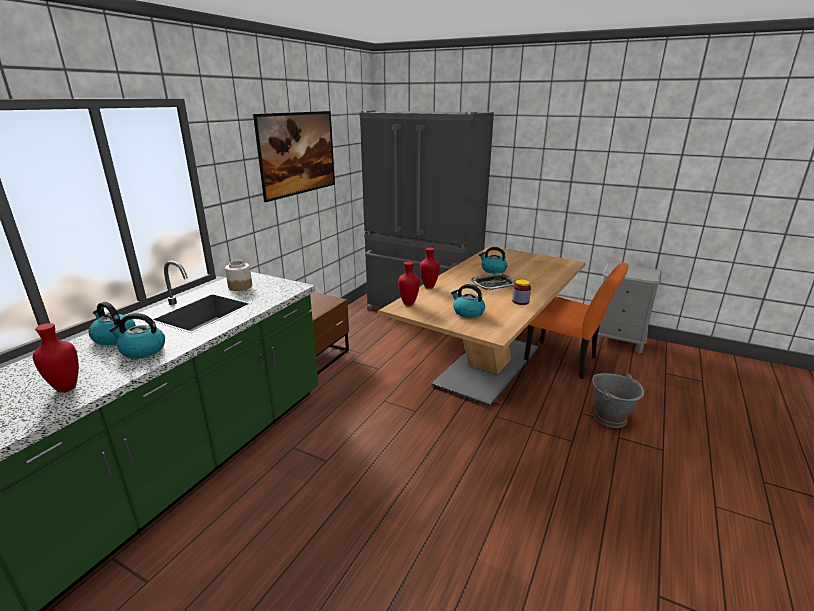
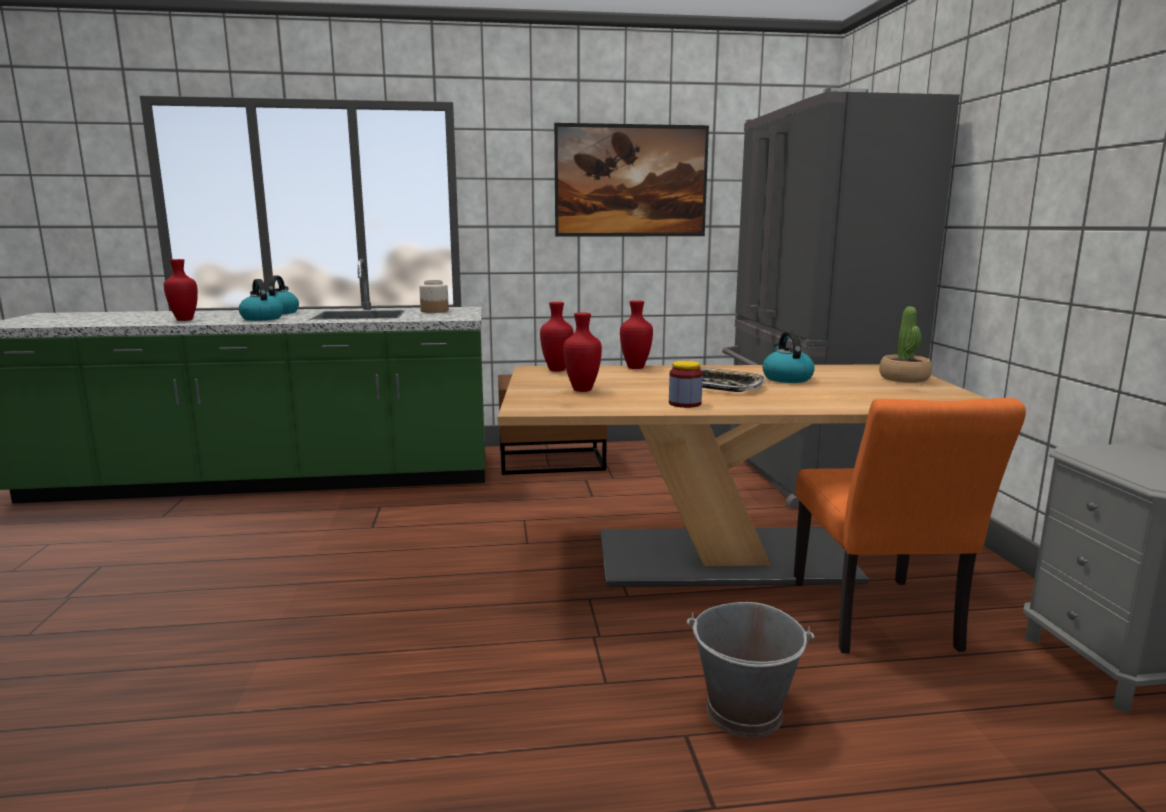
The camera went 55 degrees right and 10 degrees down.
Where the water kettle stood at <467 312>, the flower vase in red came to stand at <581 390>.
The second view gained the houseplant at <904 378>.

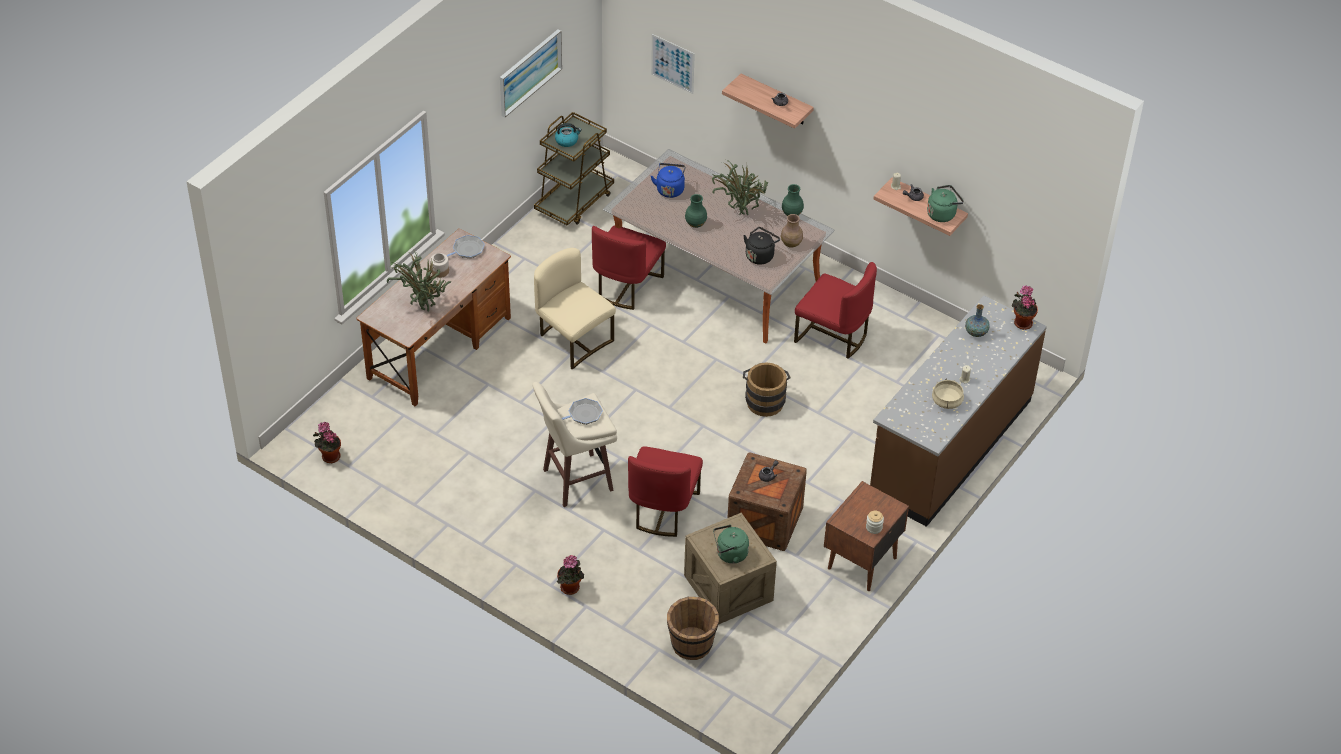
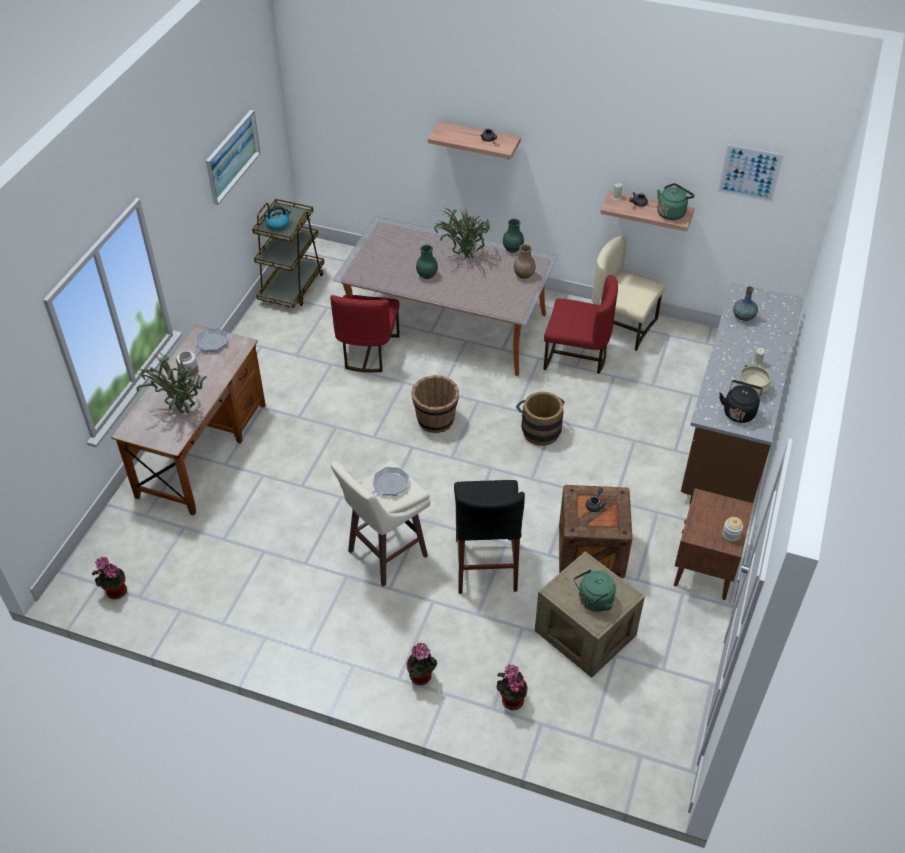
The camera went 15 degrees left and 0 degrees up.
The plain chair in beige ended up elsewhere, having gone from <573 340> to <622 326>.
Where the plain chair in red stood at <663 510>, the stool seat in black came to stand at <485 564>.
The wall picture ended up elsewhere, having gone from <672 63> to <750 173>.
The second view lost the water kettle in bluish at <670 189>.
The water bucket in brownish ended up elsewhere, having gone from <691 644> to <435 420>.
The water kettle in black ended up elsewhere, having gone from <760 255> to <739 411>.
The houseplant ended up elsewhere, having gone from <1022 322> to <511 699>.

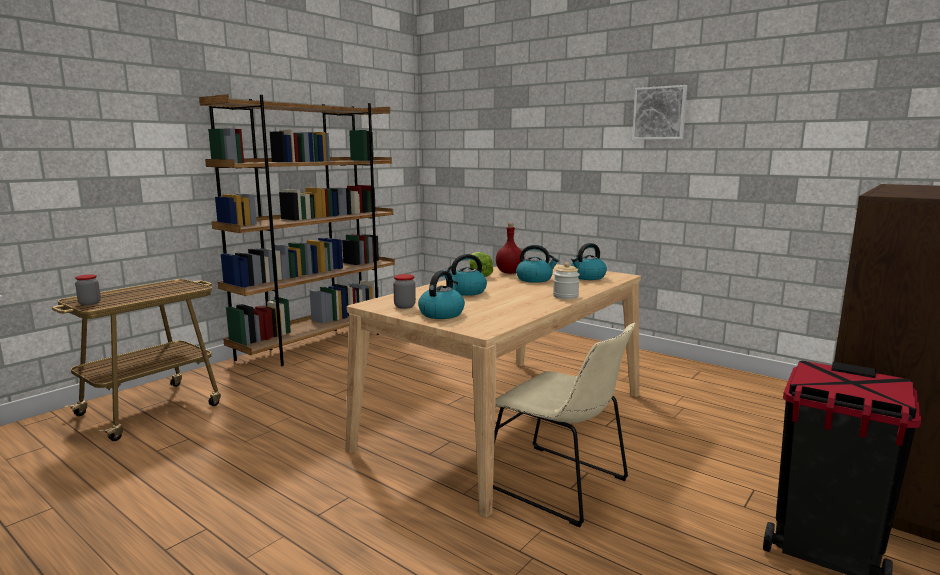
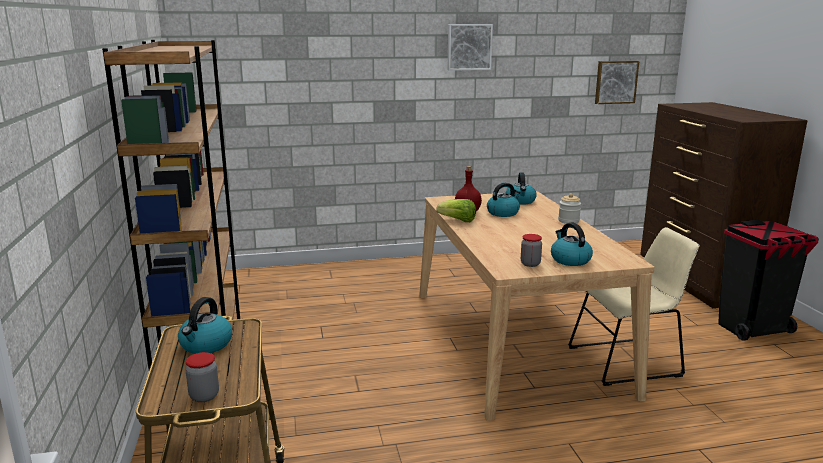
The camera went 50 degrees left and 5 degrees up.
The water kettle ended up elsewhere, having gone from <466 292> to <206 345>.
The second view gained the wall picture at <615 82>.

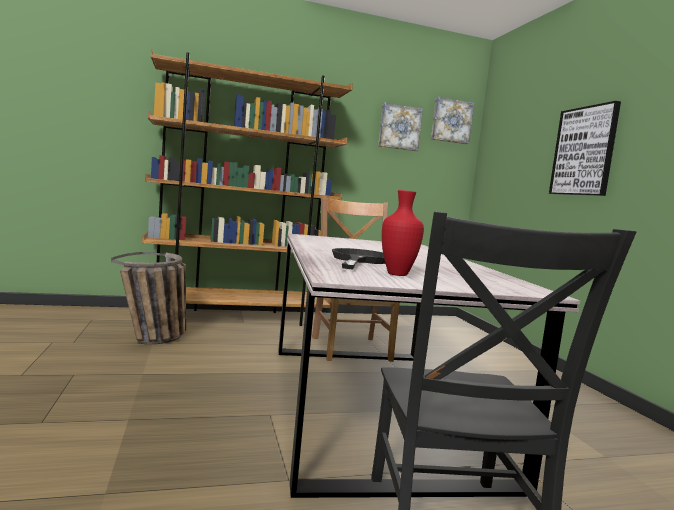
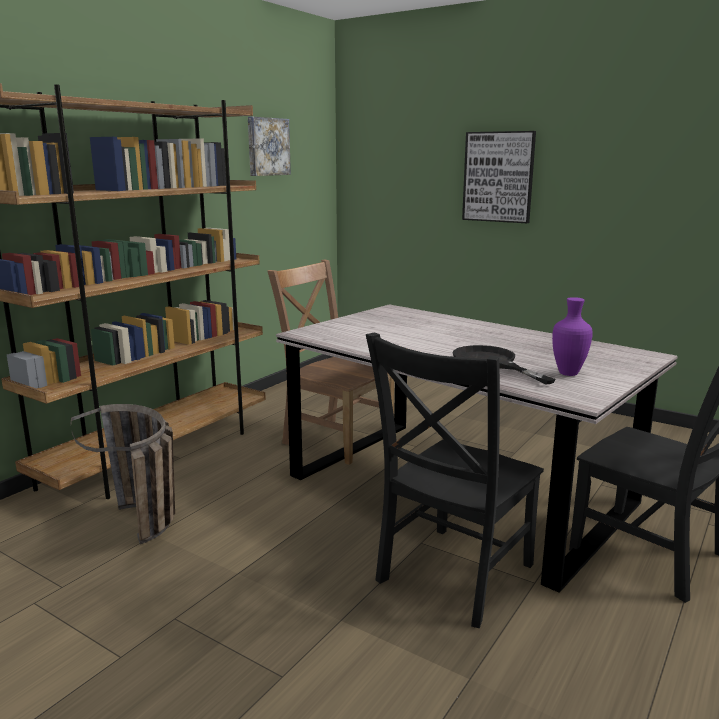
The camera went 40 degrees left and 10 degrees up.
What was the flower vase in red at <398 274> turned into the flower vase in purple-coloured at <568 373>.
The second view lost the wall picture at <451 121>.
The second view gained the plain chair in black at <452 576>.

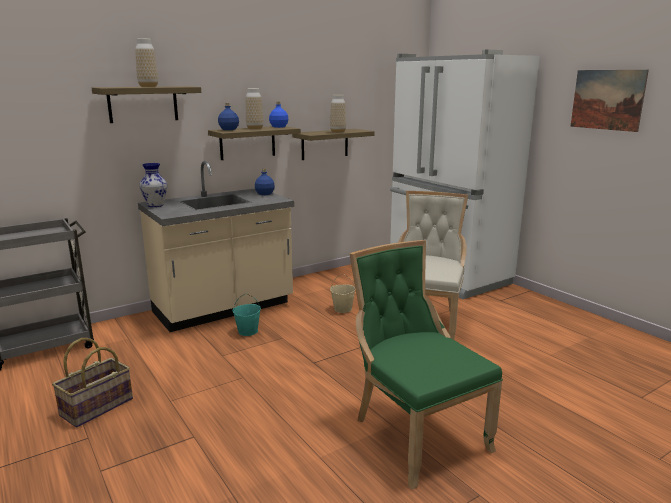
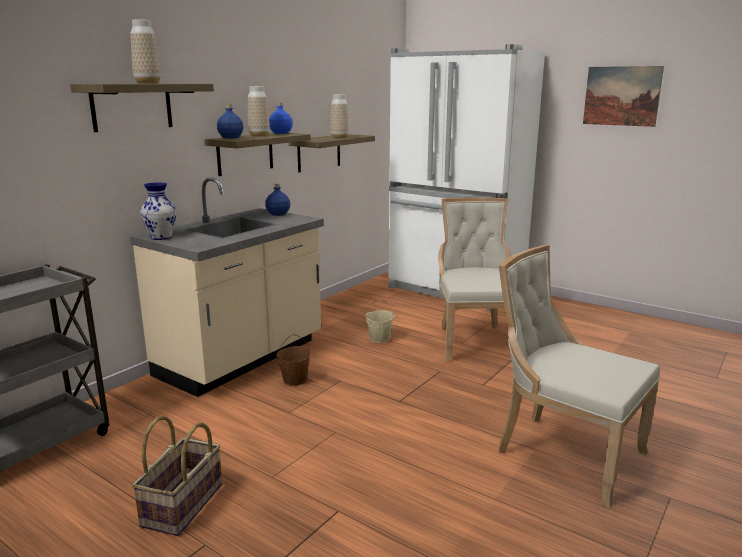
The camera went 20 degrees left and 0 degrees up.
What was the water bucket in turquoise-coloured at <248 331> turned into the water bucket in brownish at <294 380>.
What was the plain chair in greenish at <415 434> turned into the plain chair in beige at <564 453>.

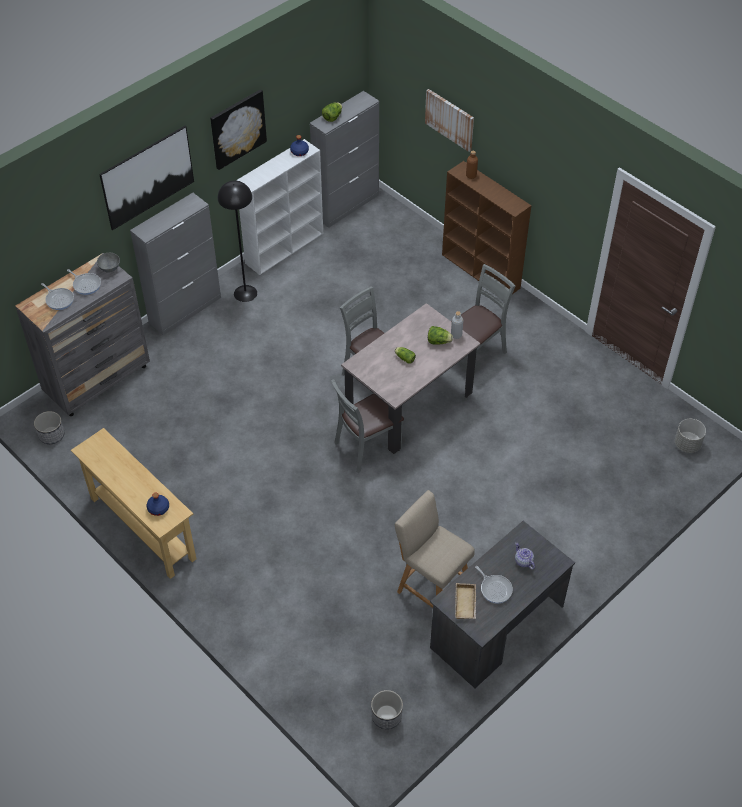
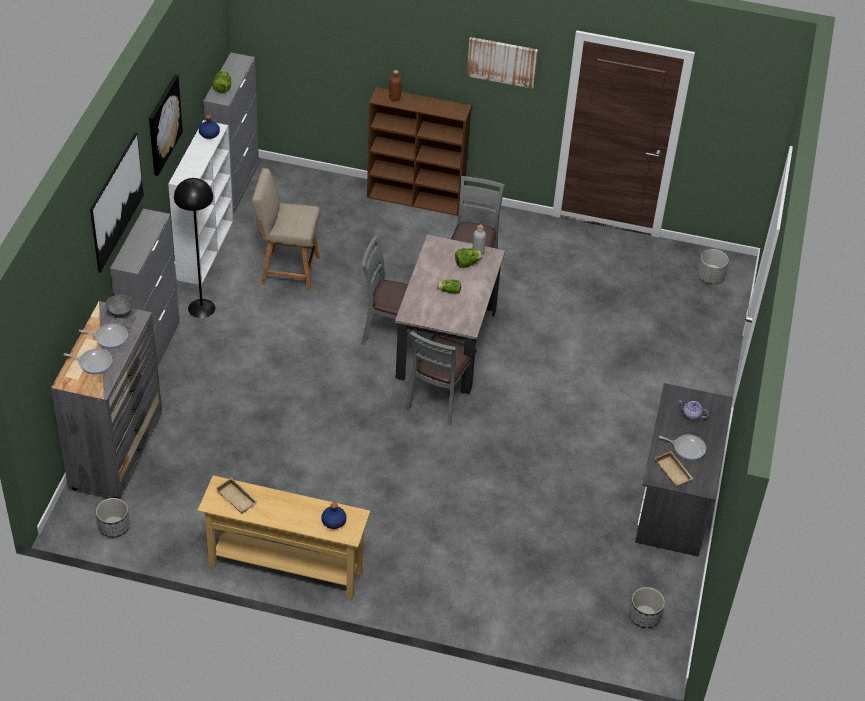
The camera went 35 degrees left and 5 degrees down.
The plain chair in beige ended up elsewhere, having gone from <431 587> to <287 270>.
The wall picture ended up elsewhere, having gone from <450 119> to <502 61>.
The second view gained the carrying tray in beige at <238 498>.

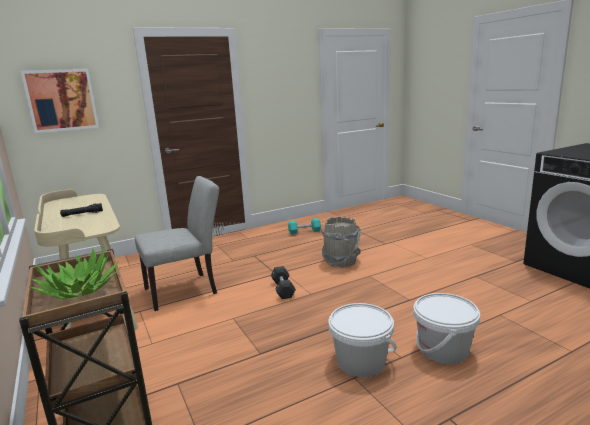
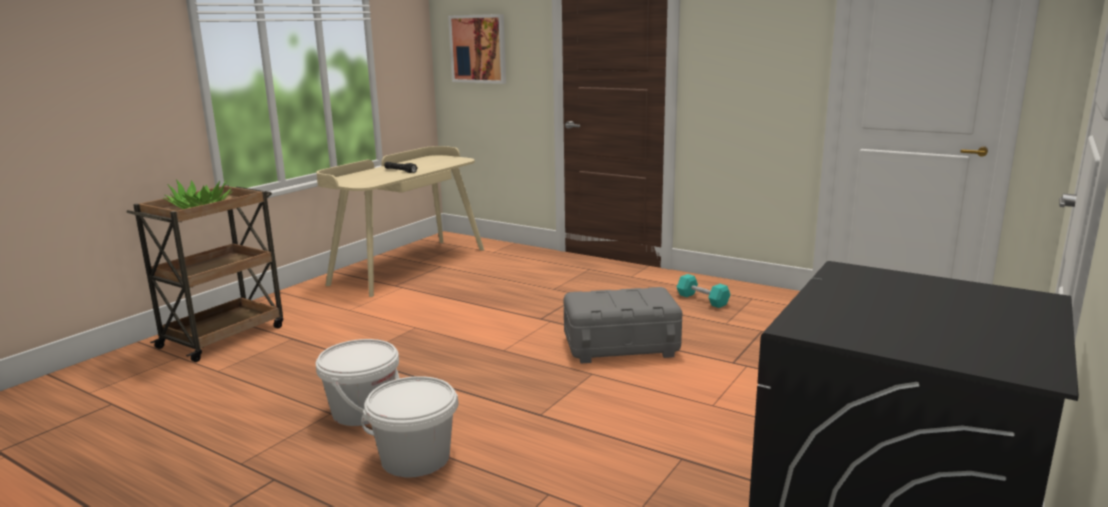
The camera went 60 degrees right and 0 degrees up.
The second view lost the plain chair in grey at <187 289>.
The second view lost the dumbbell in black at <283 289>.
Where the water bucket in grey stood at <341 261>, the storage bin in grey came to stand at <620 346>.

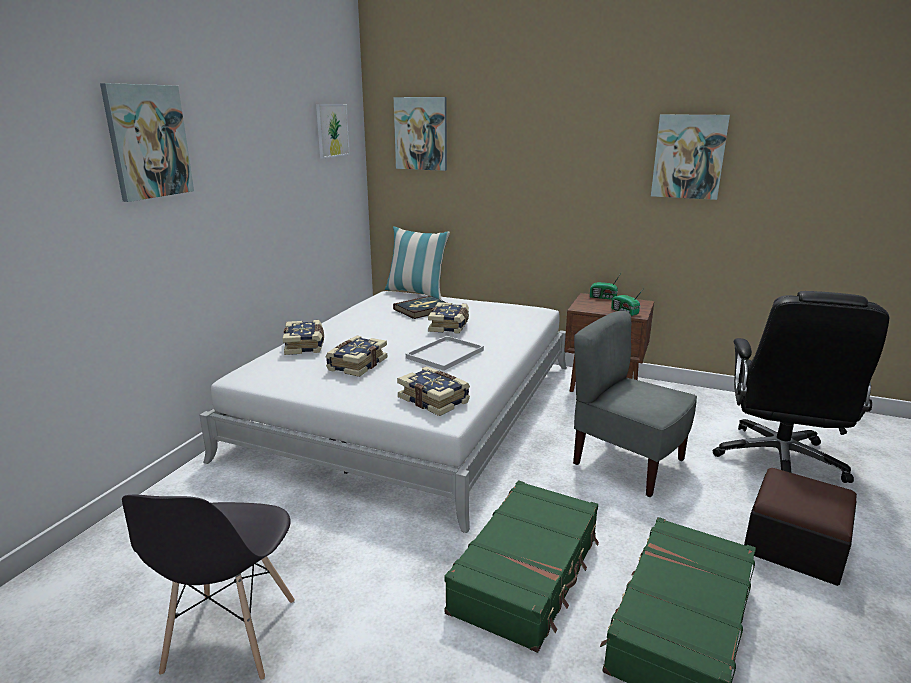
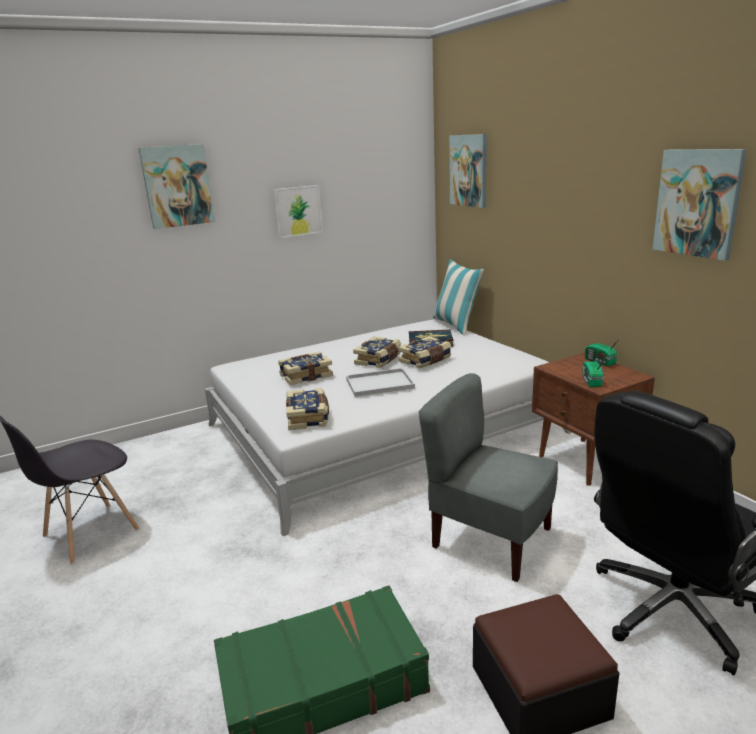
The camera went 40 degrees right and 0 degrees up.
The volume ended up elsewhere, having gone from <305 345> to <379 360>.
The wall picture ended up elsewhere, having gone from <332 130> to <298 211>.
The second view lost the travel case in greenish at <527 574>.
The plain chair in grey at <627 463> ended up facing another way, 45 degrees counterclockwise from before.

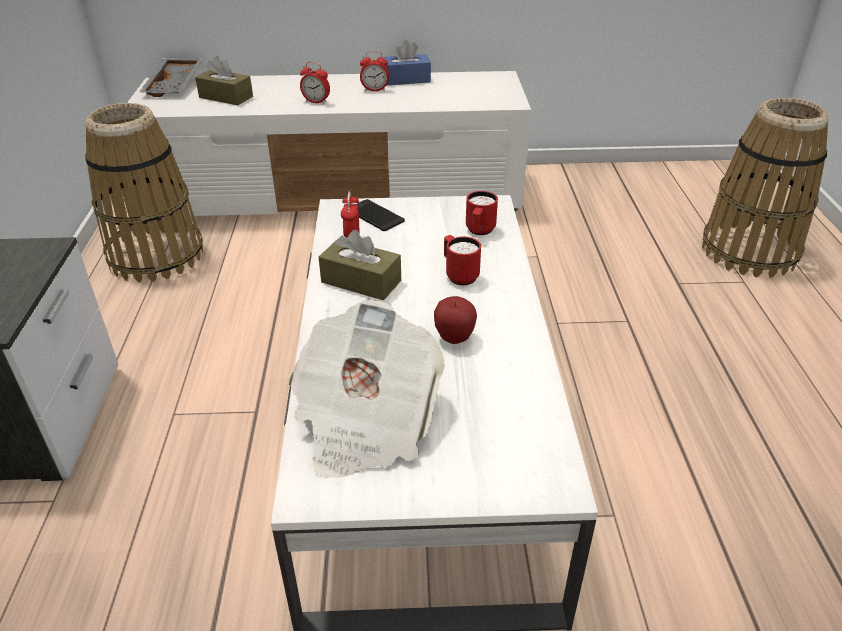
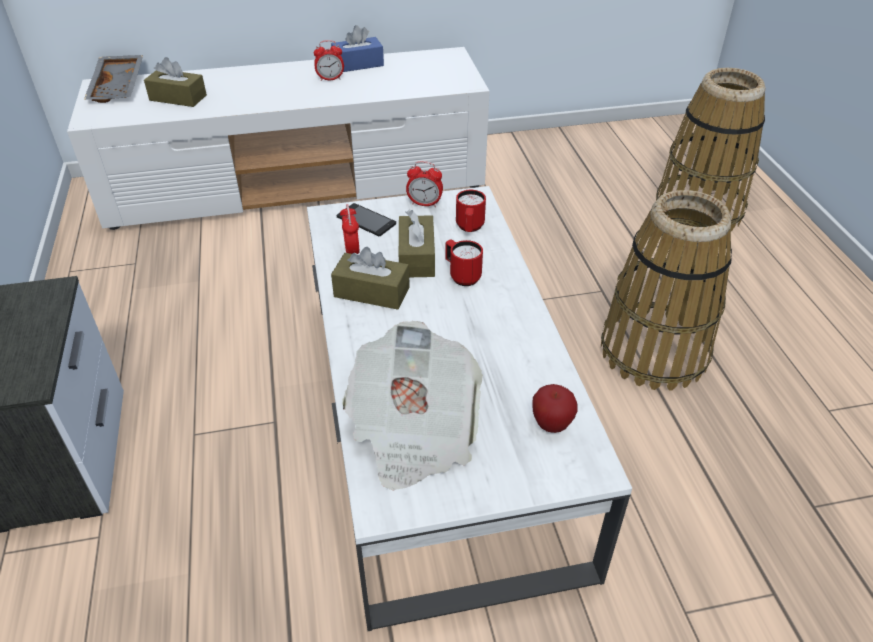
The camera went 10 degrees left and 5 degrees up.
The household basket ended up elsewhere, having gone from <156 256> to <654 351>.
The table clock ended up elsewhere, having gone from <316 102> to <424 204>.
The apple fruit ended up elsewhere, having gone from <454 338> to <551 424>.
The second view gained the tissue holder in brownish at <416 257>.

